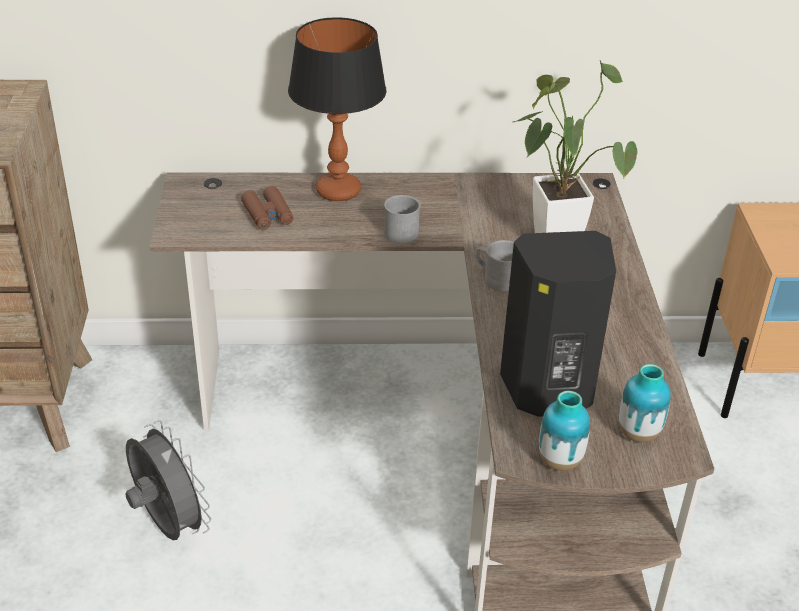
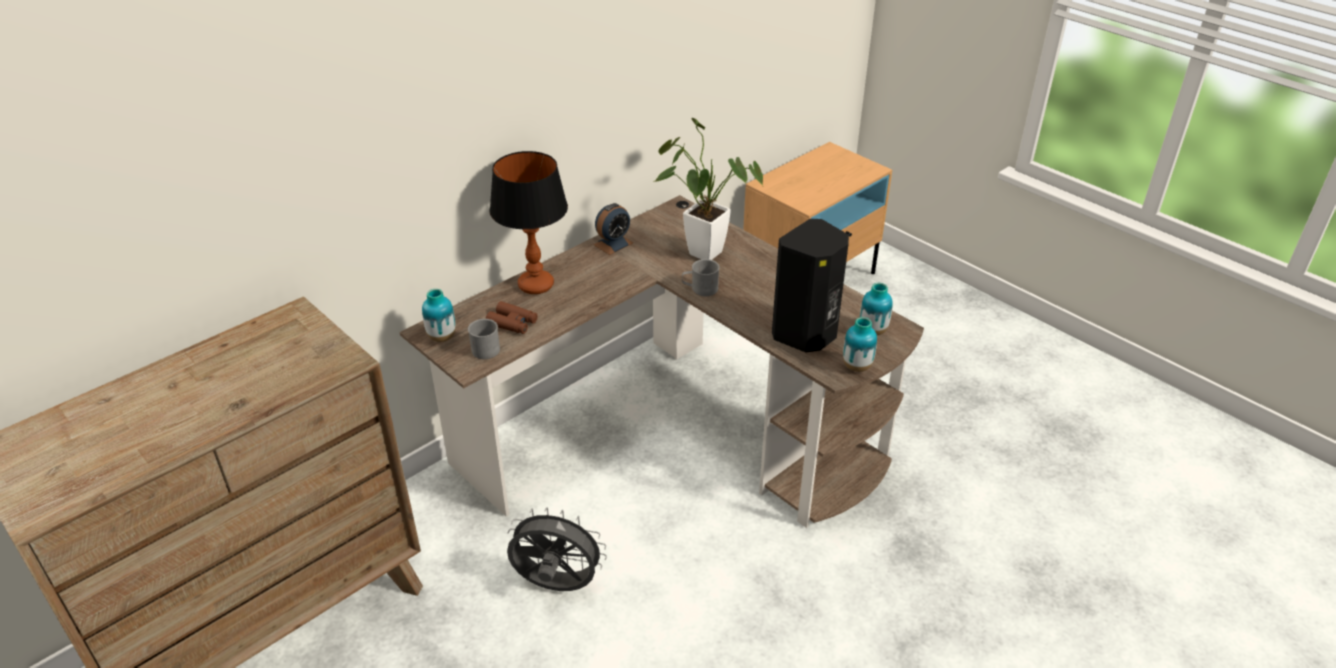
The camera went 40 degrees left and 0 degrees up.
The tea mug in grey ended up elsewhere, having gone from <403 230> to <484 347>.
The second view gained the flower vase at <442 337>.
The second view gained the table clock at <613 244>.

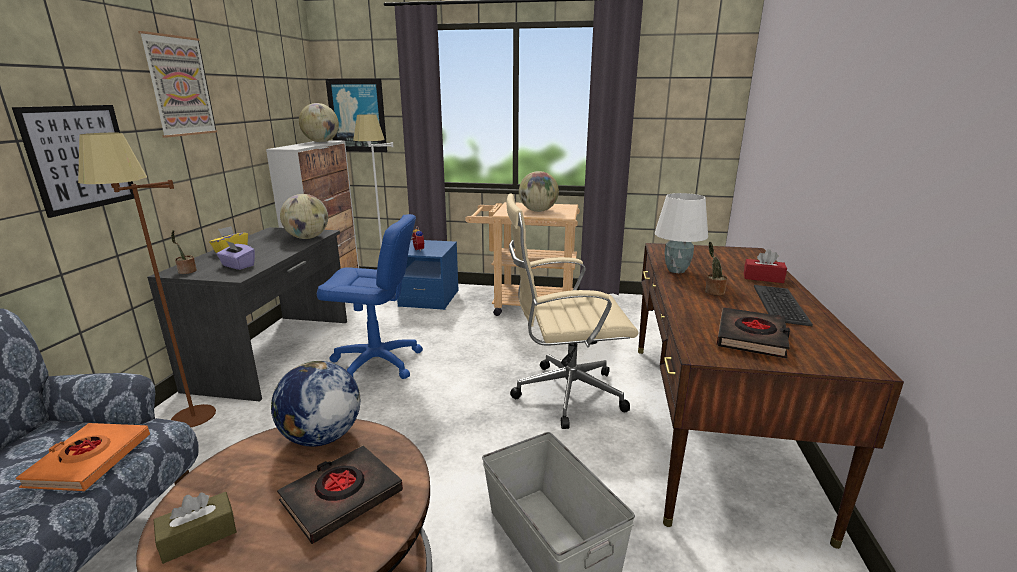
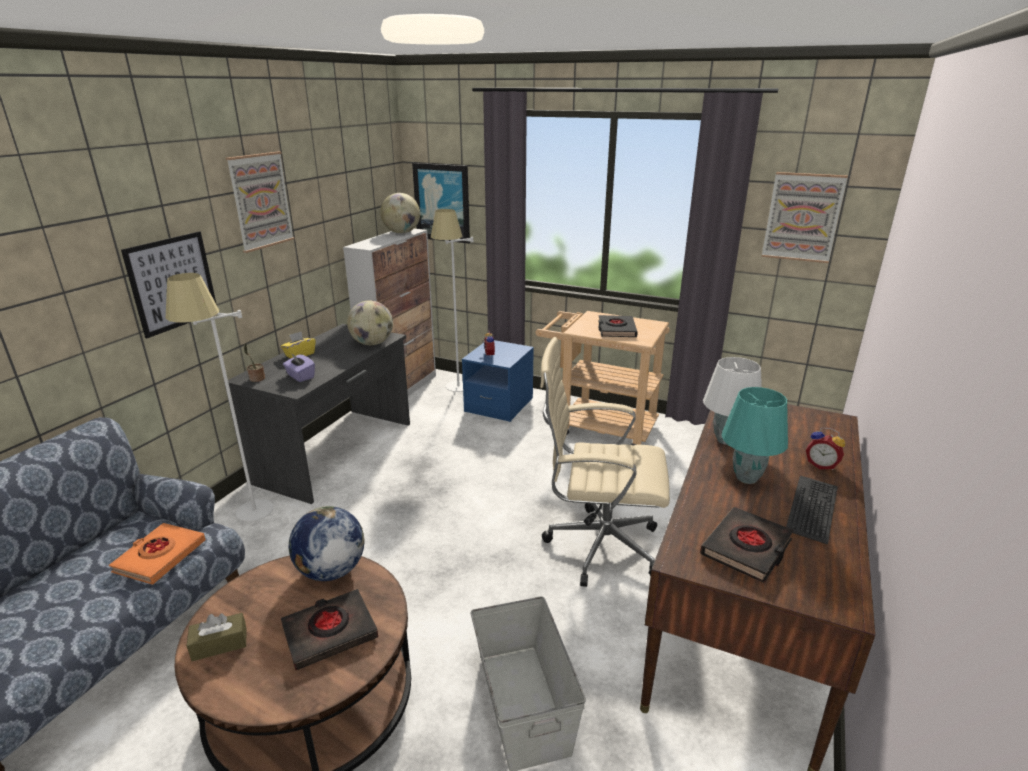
The camera went 15 degrees right and 5 degrees up.
What was the standard lamp in brownish at <190 426> turned into the standard lamp in white at <250 520>.
The second view lost the computer chair in bluish at <377 363>.
Where the desk globe stood at <538 211>, the volume in black came to stand at <616 330>.
Where the houseplant stood at <713 292>, the table lamp in turquoise-coloured came to stand at <747 478>.
Where the tissue holder in red stood at <763 278>, the table clock came to stand at <821 465>.
The second view gained the wall picture at <802 217>.

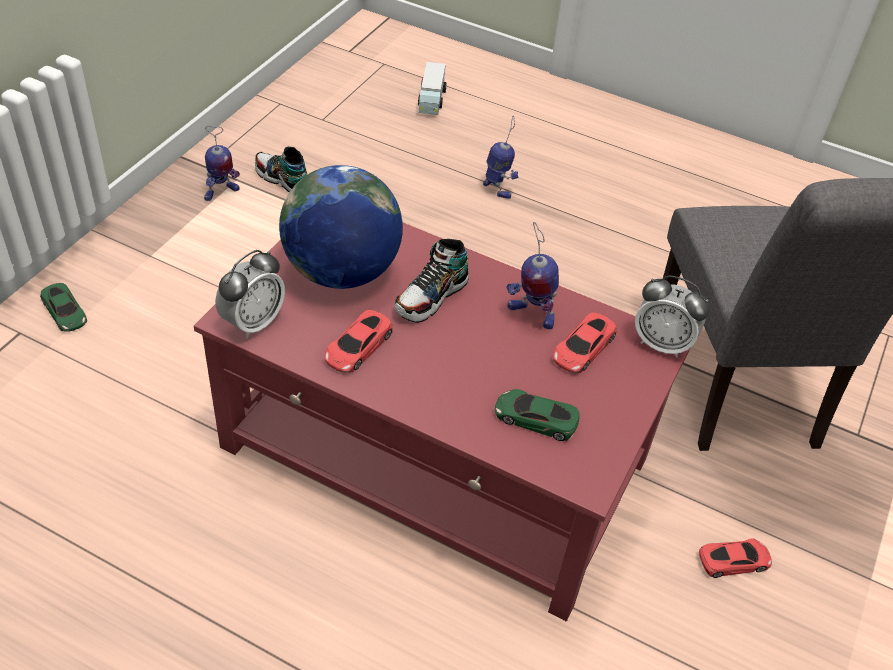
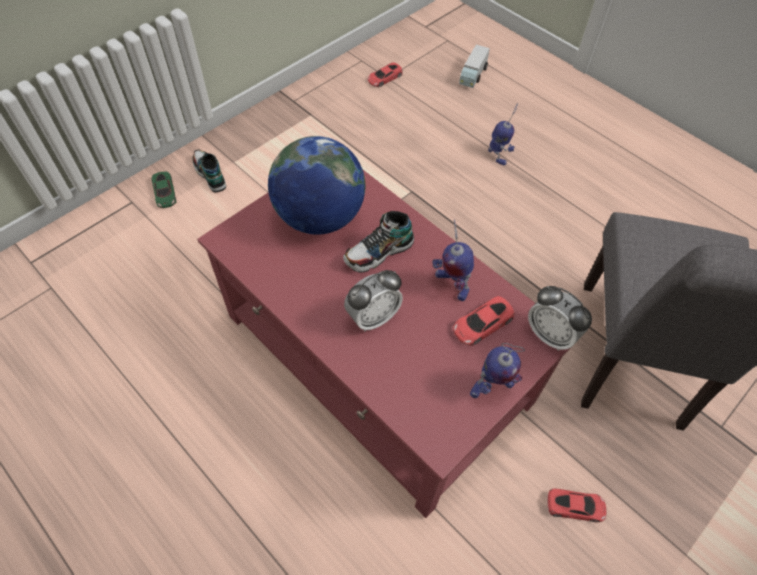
The camera went 20 degrees right and 10 degrees up.
The toy robot ended up elsewhere, having gone from <221 193> to <490 387>.
The table clock ended up elsewhere, having gone from <253 322> to <373 317>.
The low shoe ended up elsewhere, having gone from <282 180> to <210 175>.
The model car in red ended up elsewhere, having gone from <358 346> to <384 78>.
The second view lost the model car in greenish at <535 418>.

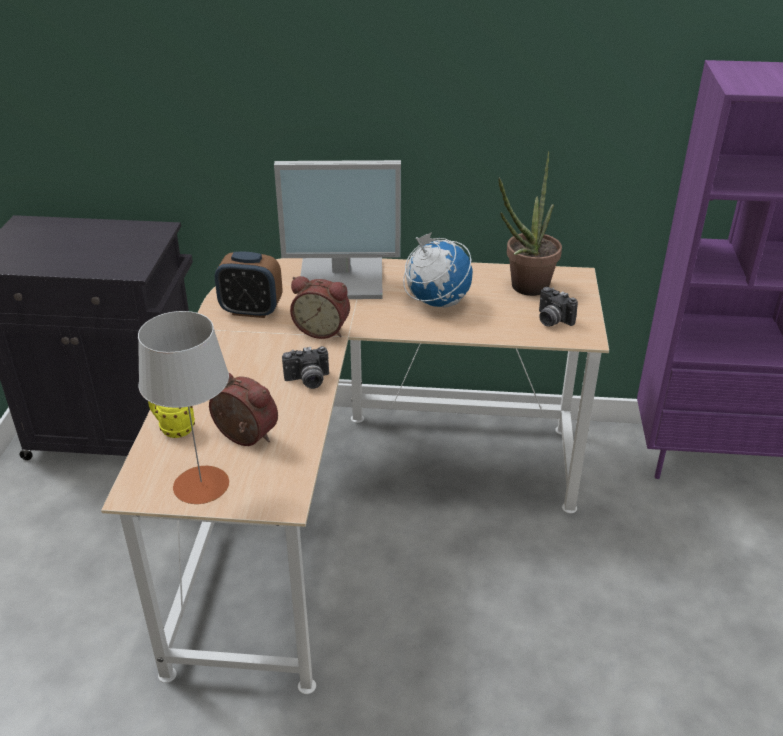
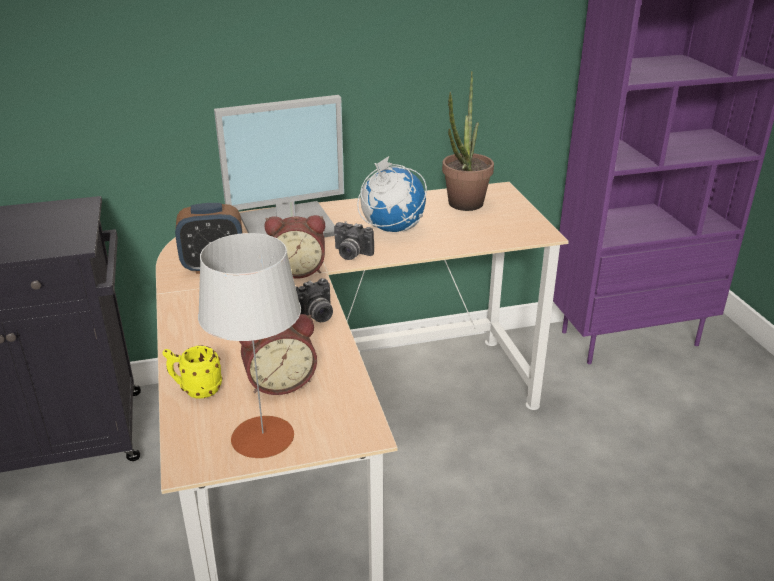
The camera went 20 degrees left and 5 degrees down.
The table clock at <243 438> ended up facing another way, 150 degrees clockwise from before.
The photo camera ended up elsewhere, having gone from <551 320> to <350 254>.

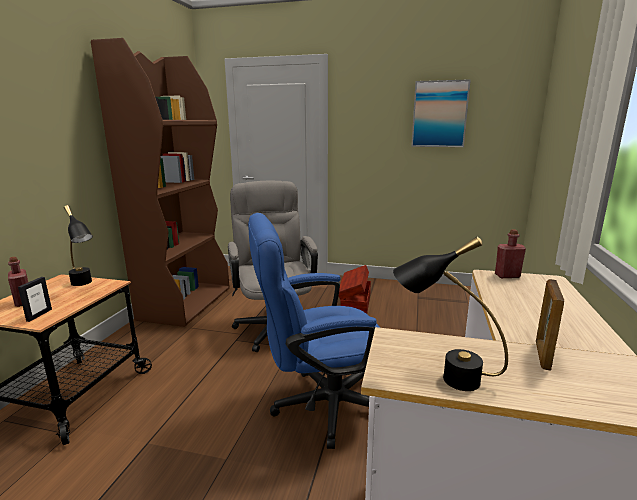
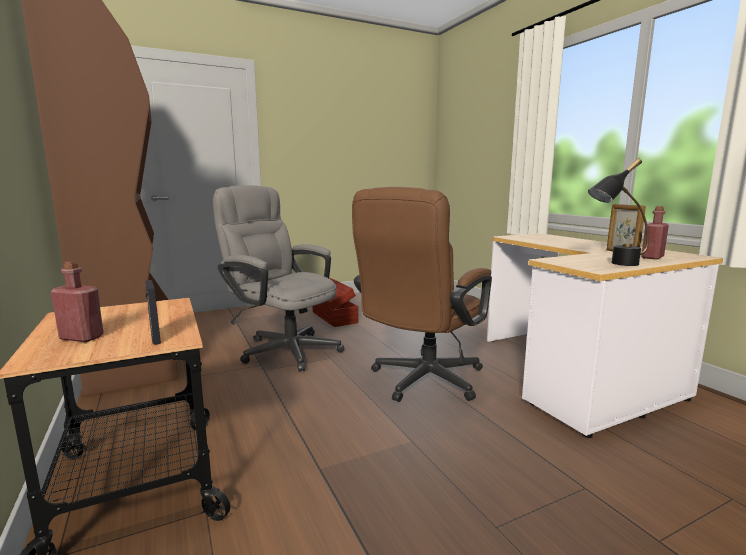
The camera went 40 degrees left and 5 degrees down.
The second view lost the table lamp in black at <84 285>.
What was the computer chair in bluish at <320 406> turned into the computer chair in brownish at <421 382>.
The second view lost the wall picture at <439 114>.
The beverage bottle in red ended up elsewhere, having gone from <507 276> to <652 257>.

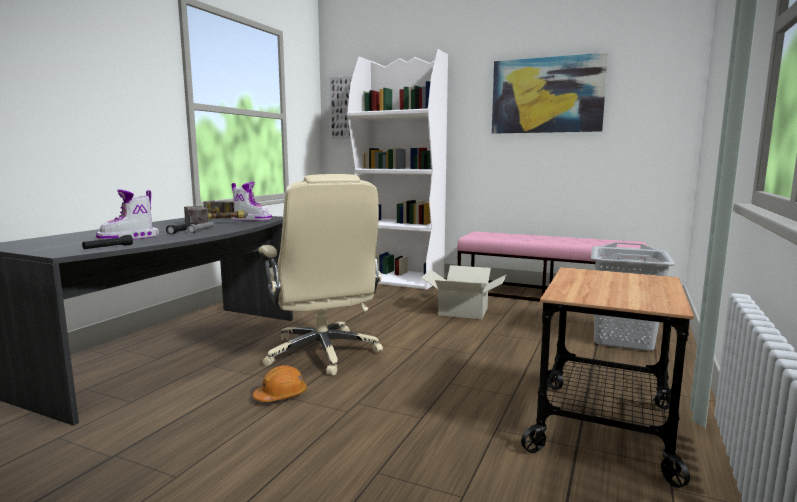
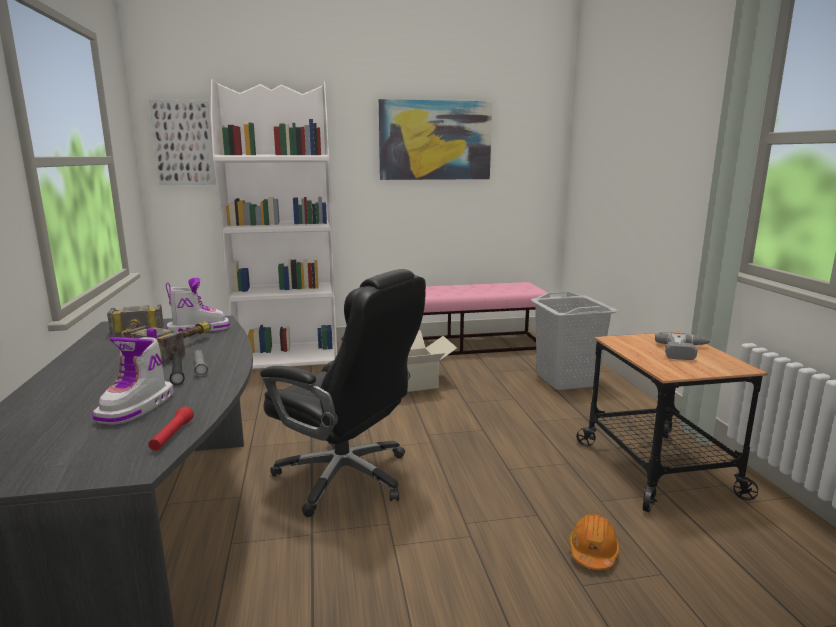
The camera went 35 degrees left and 5 degrees up.
What was the flashlight in black at <108 247> turned into the flashlight in red at <172 436>.
The work helmet in orange-coloured ended up elsewhere, having gone from <281 395> to <593 552>.
What was the computer chair in beige at <323 353> turned into the computer chair in black at <346 477>.
The second view gained the power drill at <685 352>.

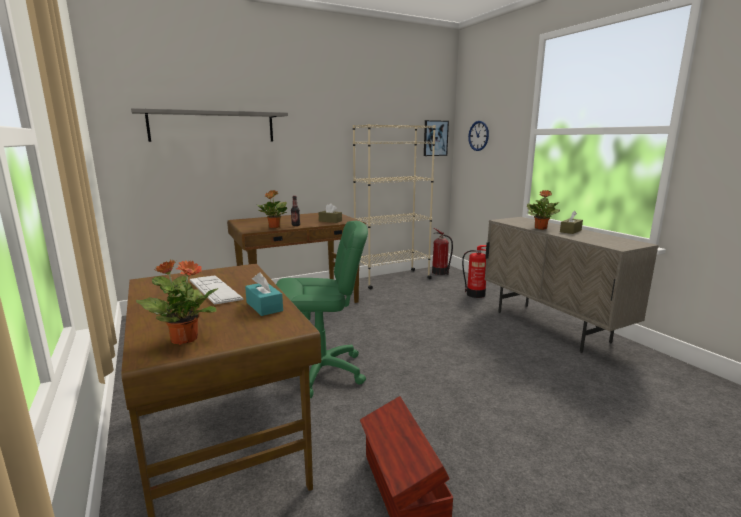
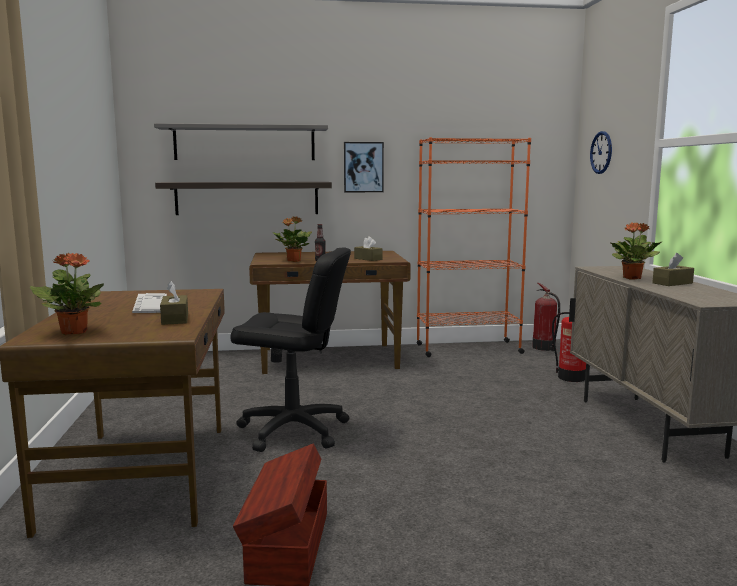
The camera went 20 degrees right and 5 degrees down.
What was the tissue holder in turquoise-coloured at <264 306> turned into the tissue holder in brownish at <175 319>.
What was the computer chair in greenish at <321 372> turned into the computer chair in black at <293 430>.
What was the bookcase in beige at <392 279> turned into the bookcase in orange-coloured at <468 349>.
The wall picture ended up elsewhere, having gone from <435 138> to <363 167>.
The second view gained the shelf at <247 198>.

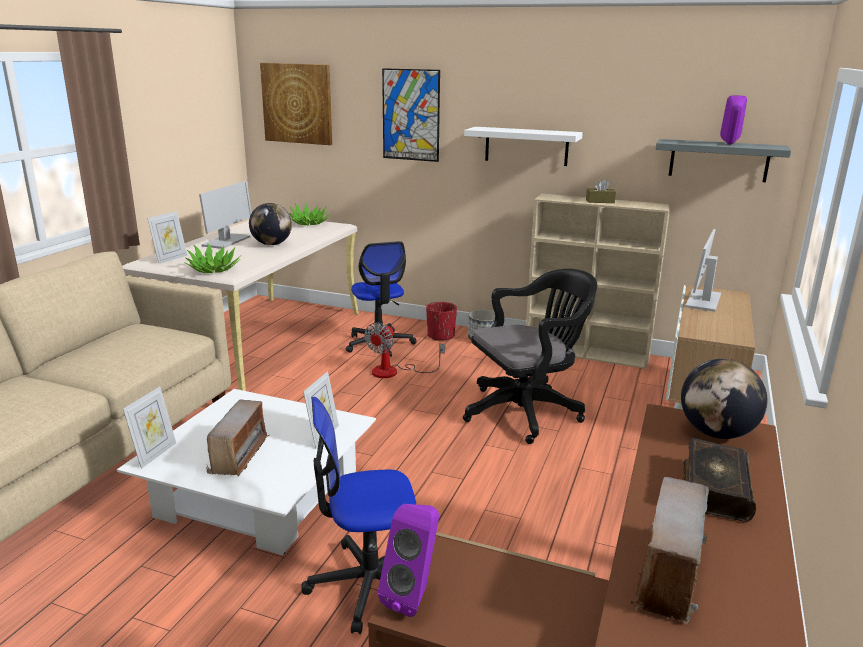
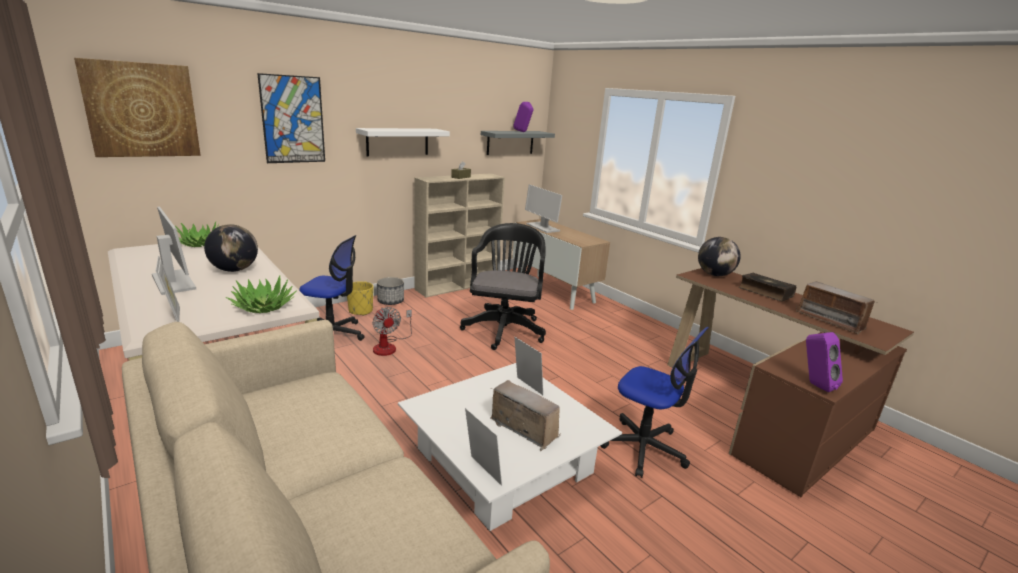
The camera went 60 degrees left and 0 degrees up.
The computer chair at <367 584> ended up facing another way, 75 degrees counterclockwise from before.
What was the planter in red at <441 336> turned into the planter in yellow at <360 311>.

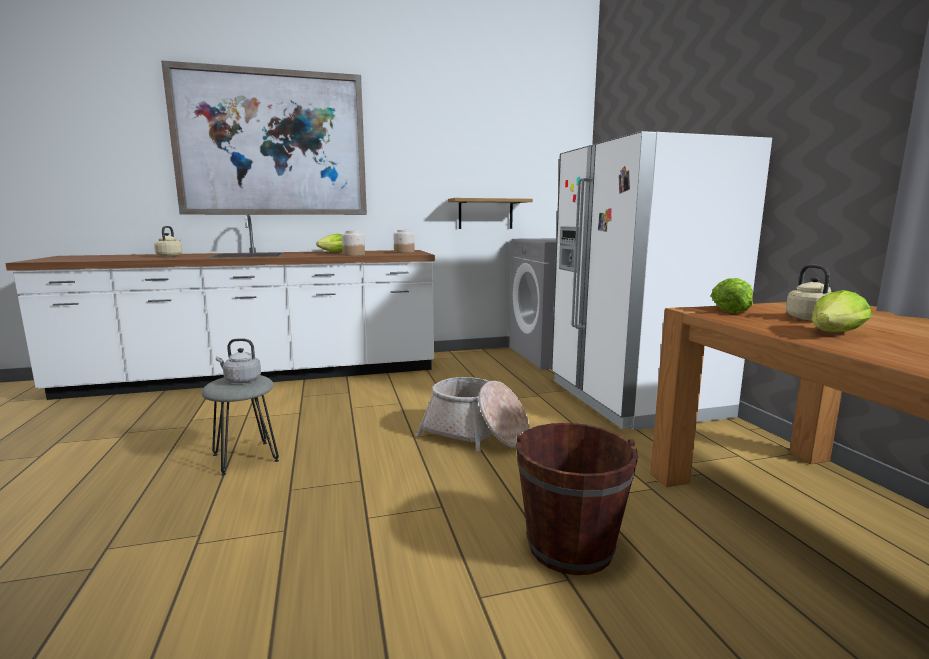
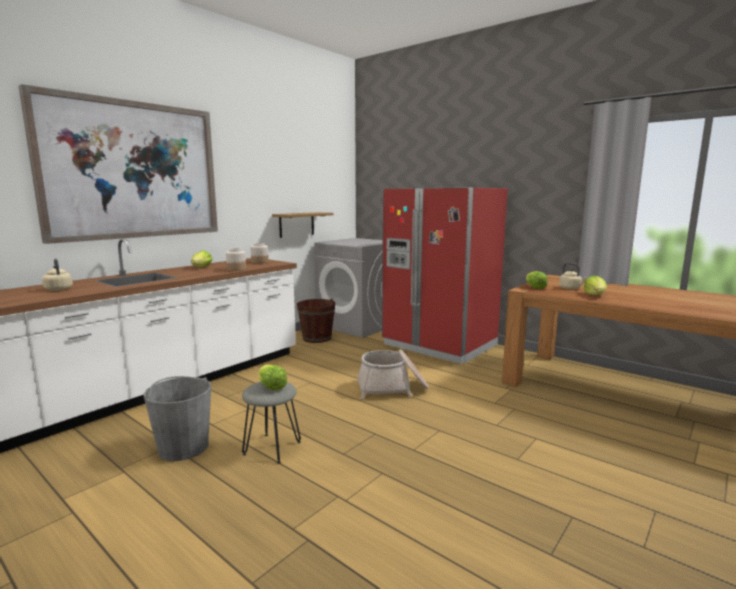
The camera went 35 degrees left and 0 degrees up.
Where the water kettle in grey stood at <241 380>, the lettuce came to stand at <271 386>.
The water bucket in brownish ended up elsewhere, having gone from <570 547> to <317 338>.
What was the fridge in white at <634 398> turned into the fridge in red at <439 345>.
The second view gained the water bucket in grey at <183 447>.

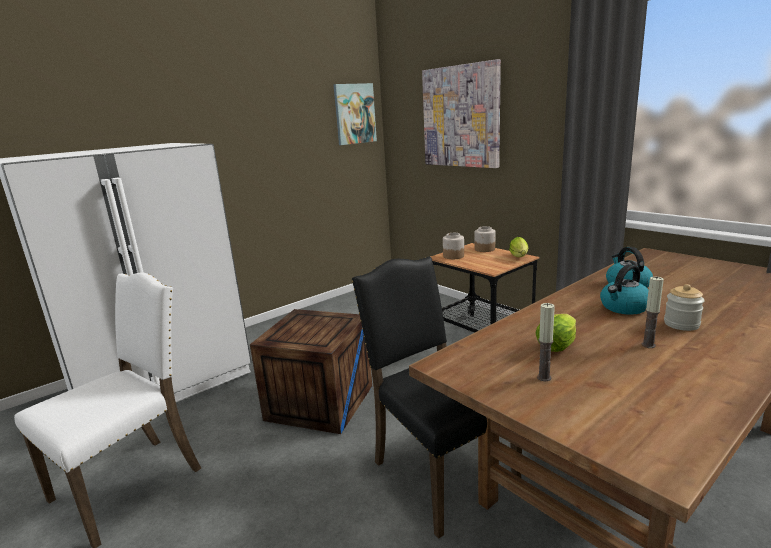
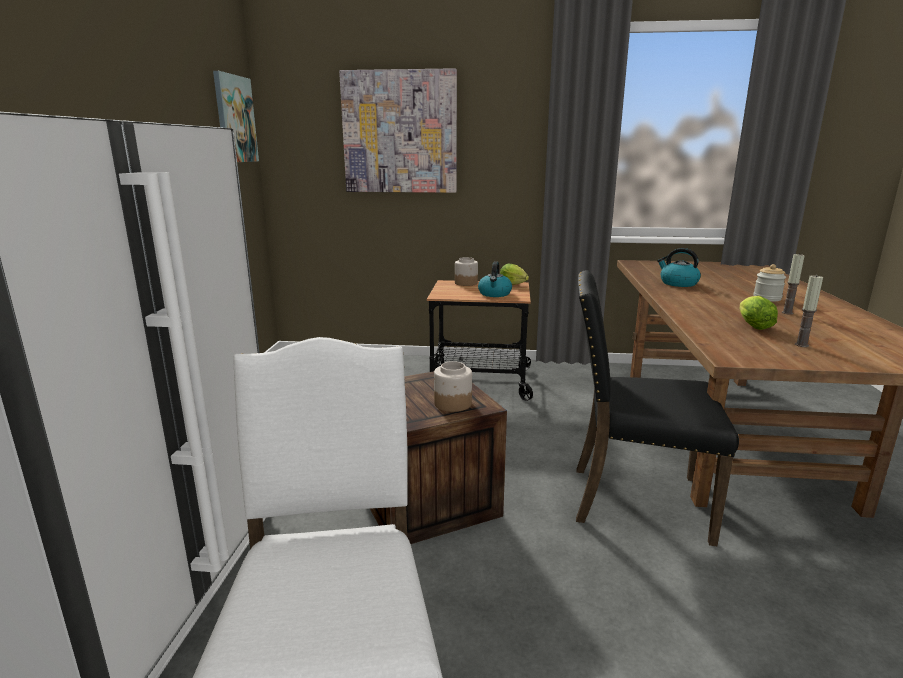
The camera went 45 degrees left and 0 degrees up.
The preserve jar ended up elsewhere, having gone from <453 256> to <452 403>.
The water kettle ended up elsewhere, having gone from <624 307> to <495 294>.

